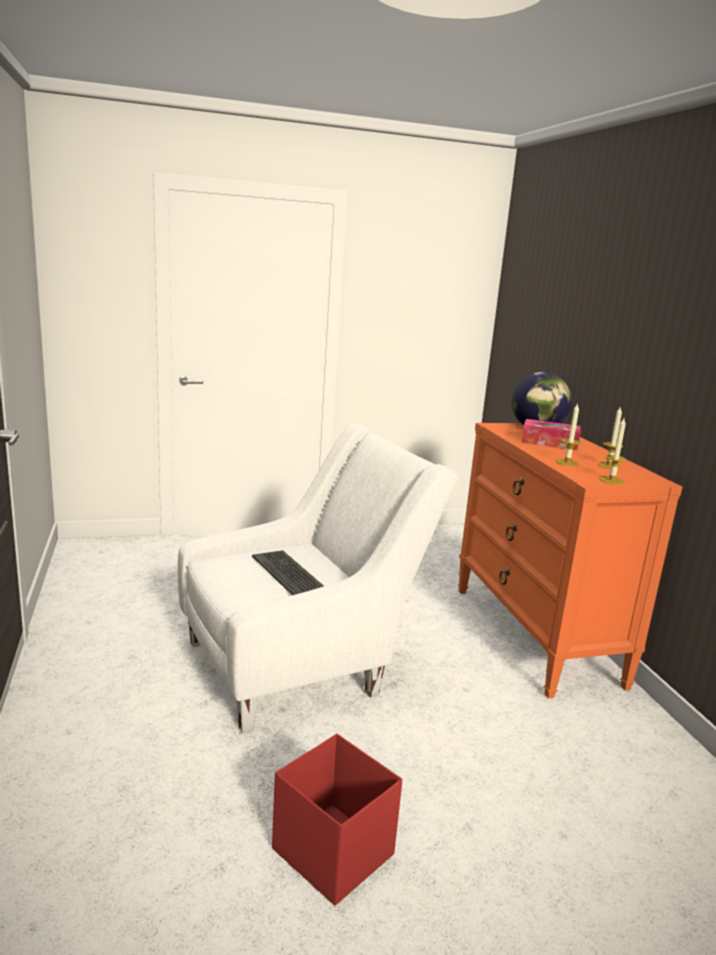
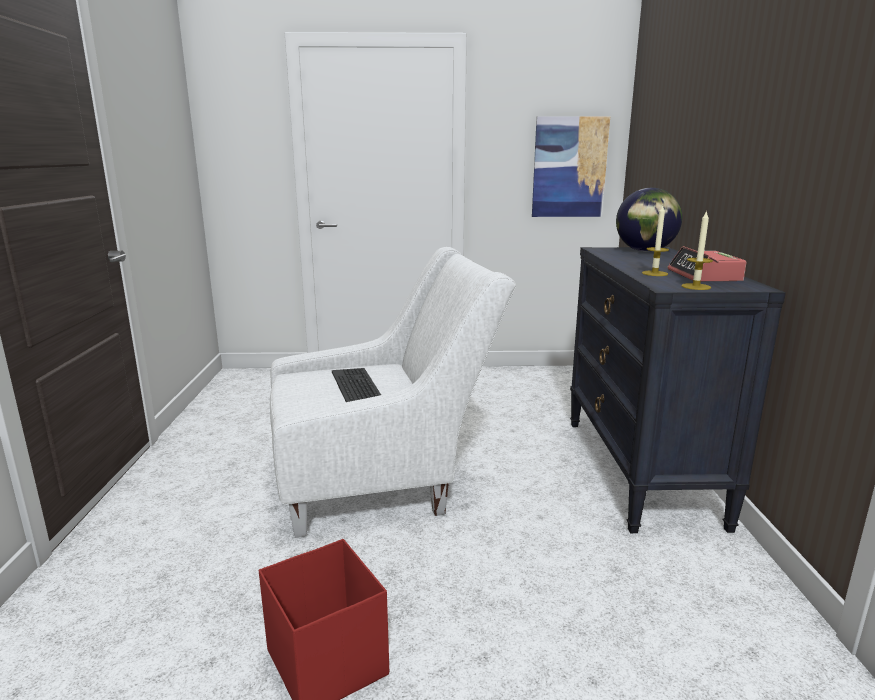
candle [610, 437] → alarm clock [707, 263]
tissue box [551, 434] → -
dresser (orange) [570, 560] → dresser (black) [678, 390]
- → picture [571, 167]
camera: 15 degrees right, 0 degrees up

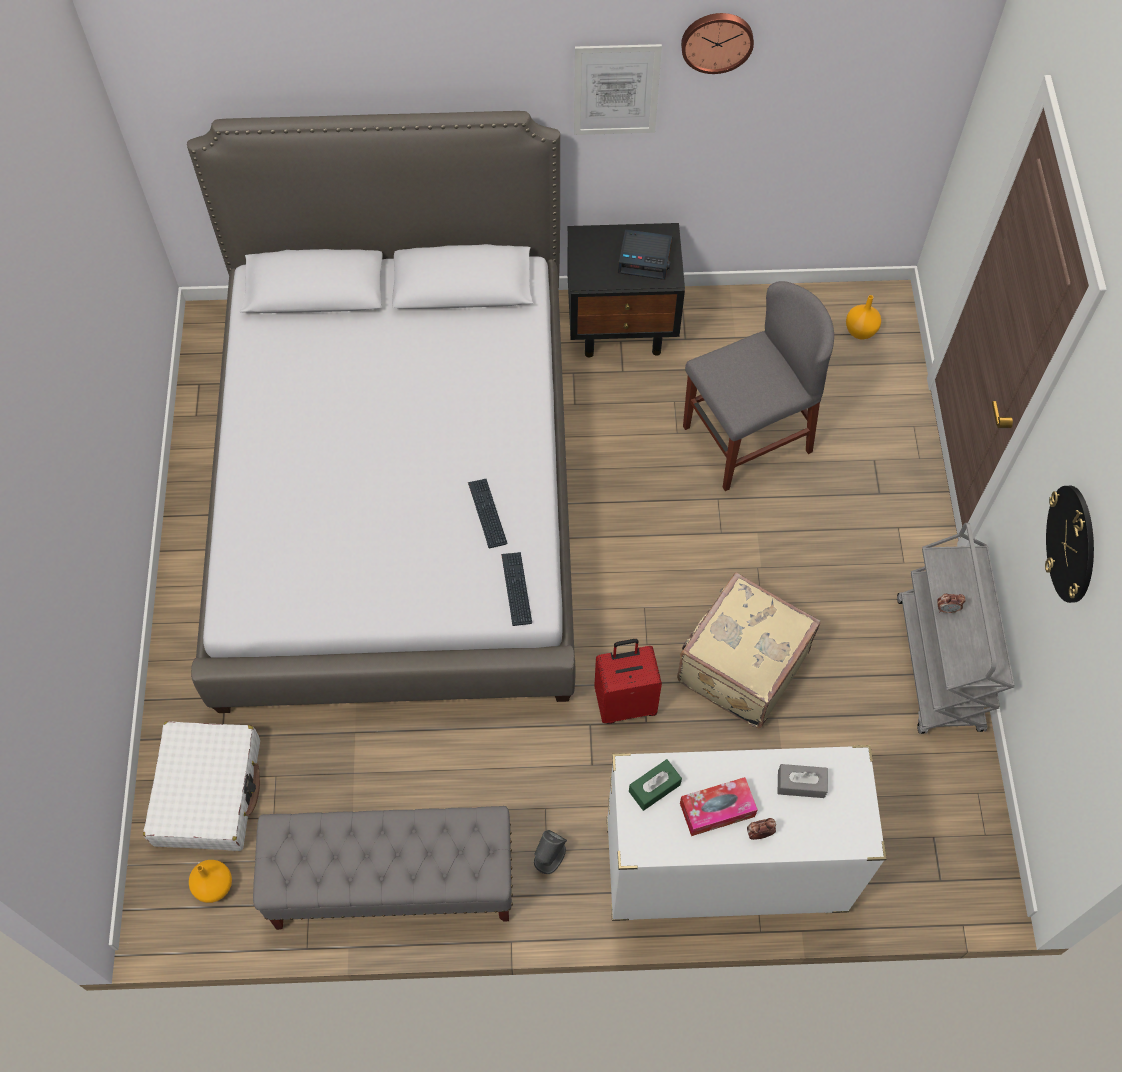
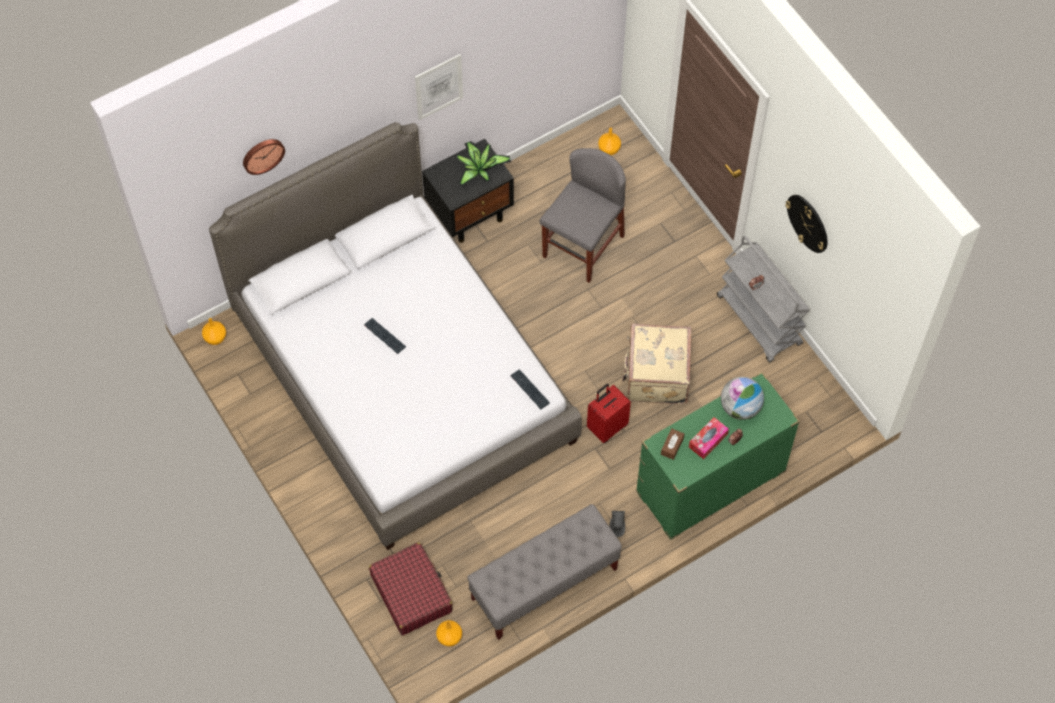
wall clock [717, 43] → wall clock [264, 157], shifted
alarm clock [645, 254] → potted plant [483, 164]
keyboard [487, 513] → keyboard [385, 336], shifted
suitcase (white) [201, 786] → suitcase (red) [411, 589]
dresser (white) [747, 833] → dresser (green) [718, 456]
tissue box (green) [655, 785] → tissue box (brown) [672, 444]
tissue box (grey) [803, 781] → globe [742, 398]
- → vase (orange) [214, 331]
camera: 30 degrees left, 0 degrees up

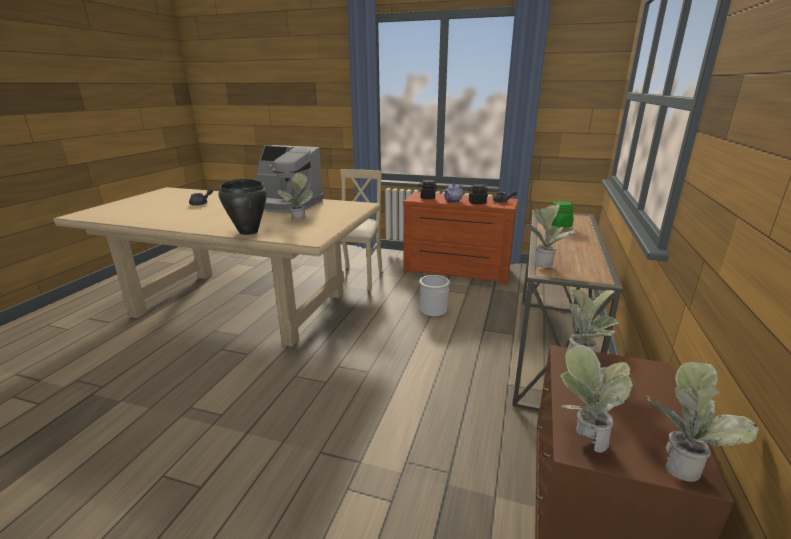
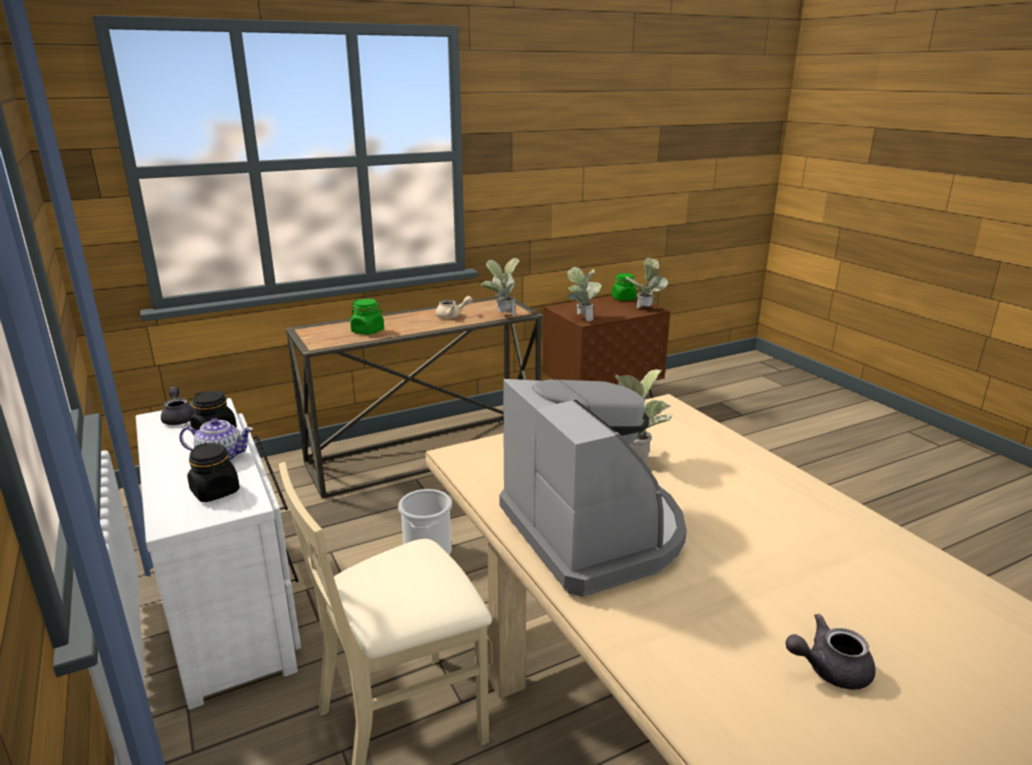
cooking pot (black) [242, 207] → -
dresser (brown) [460, 238] → dresser (white) [218, 554]
potted plant [702, 422] → jar (green) [624, 287]
- → teapot (beige) [454, 307]
camera: 135 degrees left, 0 degrees up

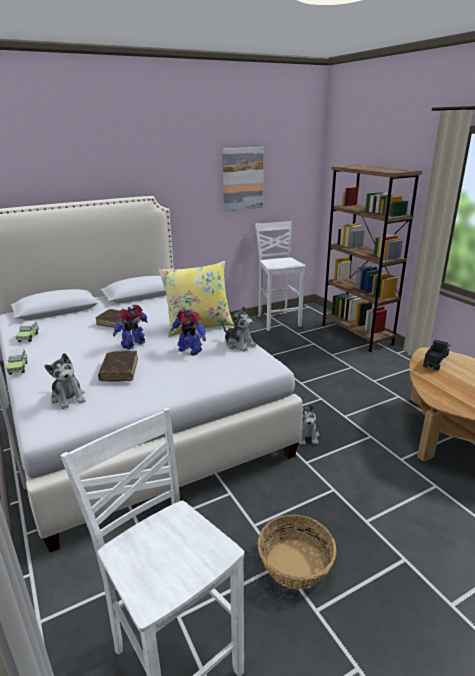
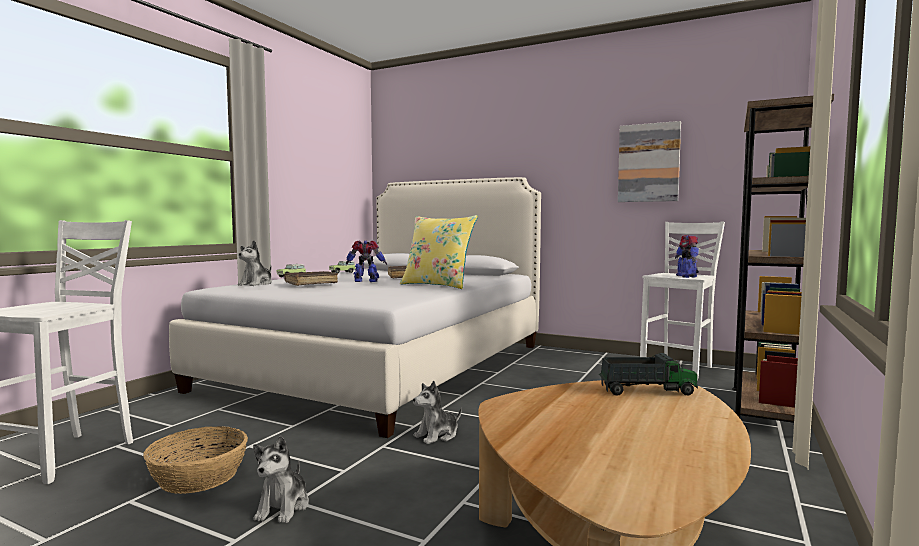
plush toy [239, 329] → plush toy [281, 479], shifted
toy robot [188, 332] → toy robot [687, 256], shifted
camera: 55 degrees right, 20 degrees down

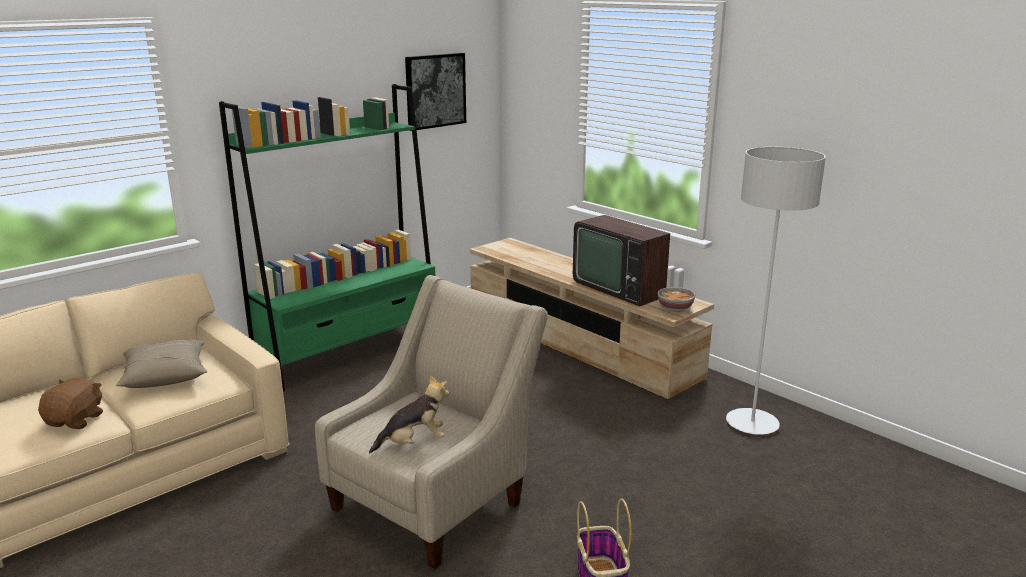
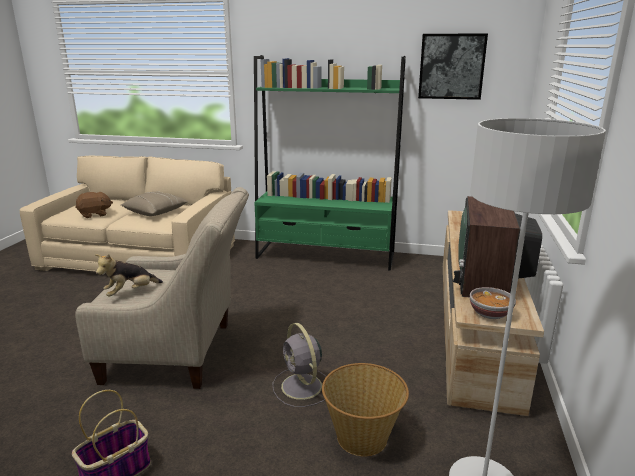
plush toy [409, 414] → plush toy [129, 275], 105 degrees clockwise
- → fan (grey) [299, 365]
- → basket [365, 409]
camera: 55 degrees right, 0 degrees up

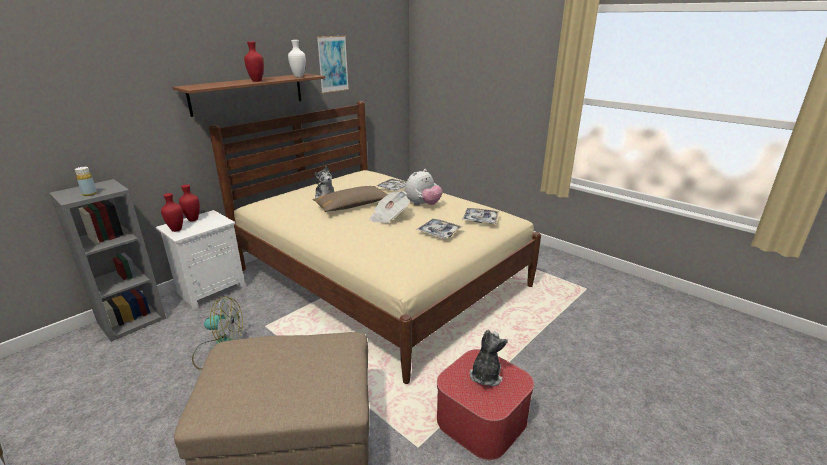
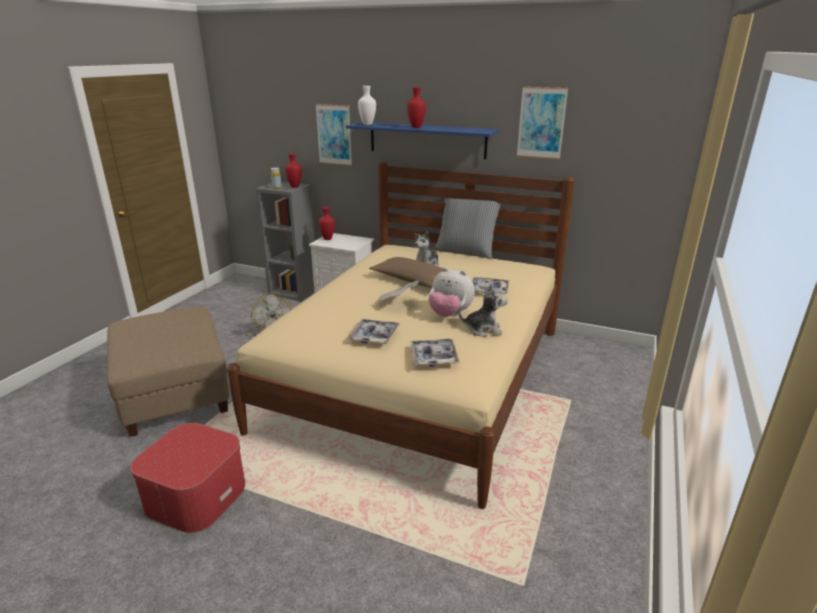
vase (white) [297, 58] → vase (white) [367, 105], shifted
shelf (brown) [248, 95] → shelf (blue) [422, 140]
vase (red) [189, 203] → vase (red) [293, 170], shifted
plush toy [489, 358] → plush toy [483, 311], shifted
- → picture [333, 135]
- → pillow [468, 228]
camera: 70 degrees right, 0 degrees up

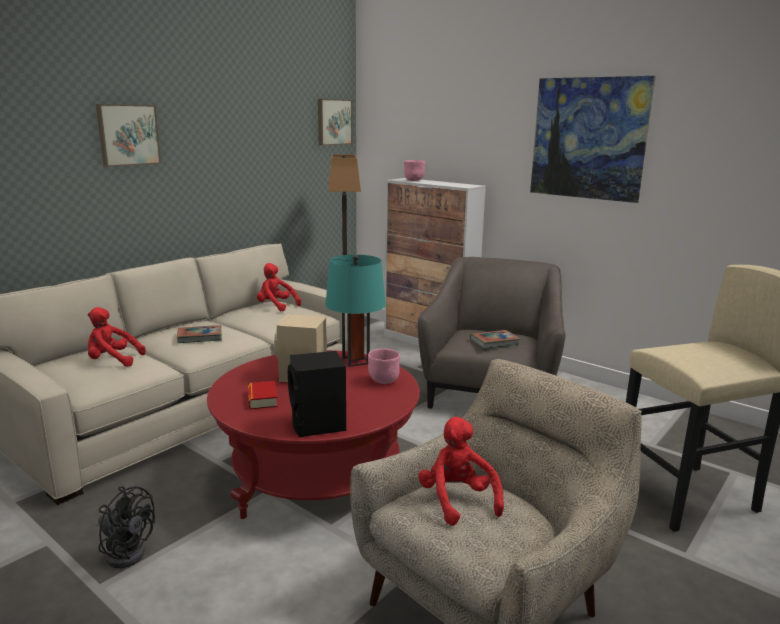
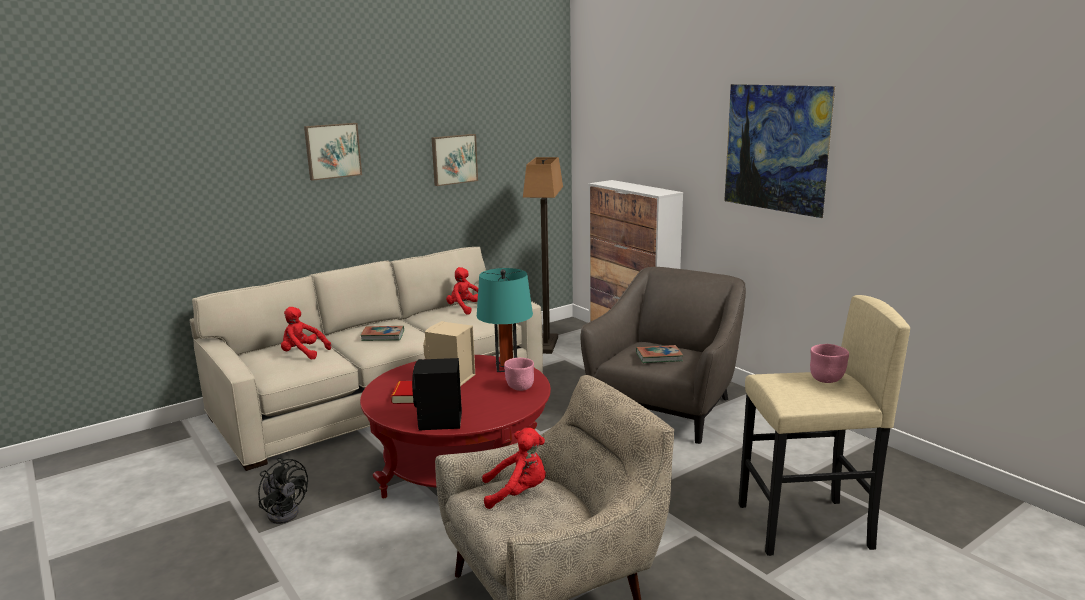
picture [335, 122] → picture [454, 160], shifted
bowl (pink) [414, 170] → bowl (pink) [829, 363], shifted
plush toy (red) [461, 471] → plush toy (red) [514, 468], 90 degrees clockwise
camera: 15 degrees right, 0 degrees up

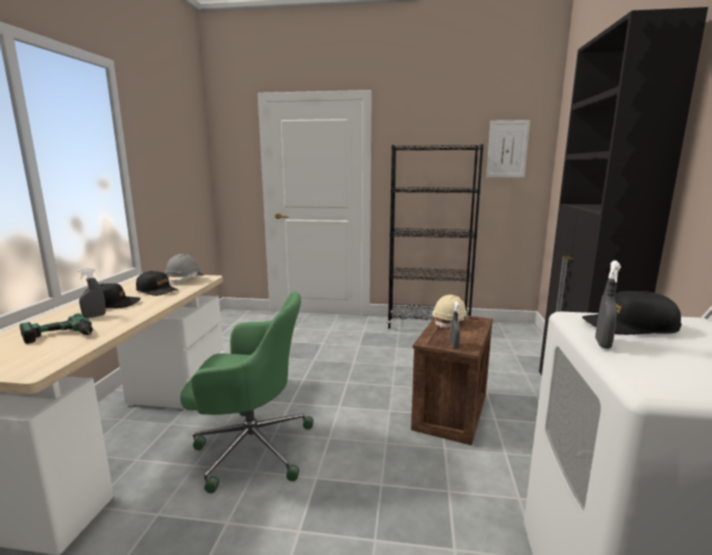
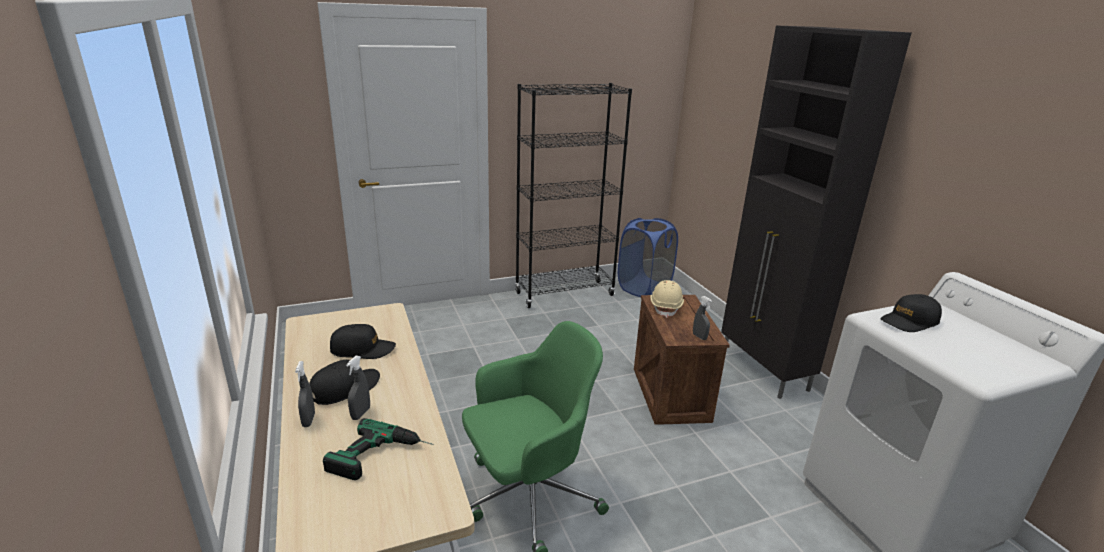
picture [508, 148] → -
hard hat (grey) [184, 270] → -
spray bottle (grey) [608, 304] → spray bottle (grey) [305, 394], shifted
- → laundry basket (blue) [648, 257]
camera: 30 degrees left, 10 degrees up

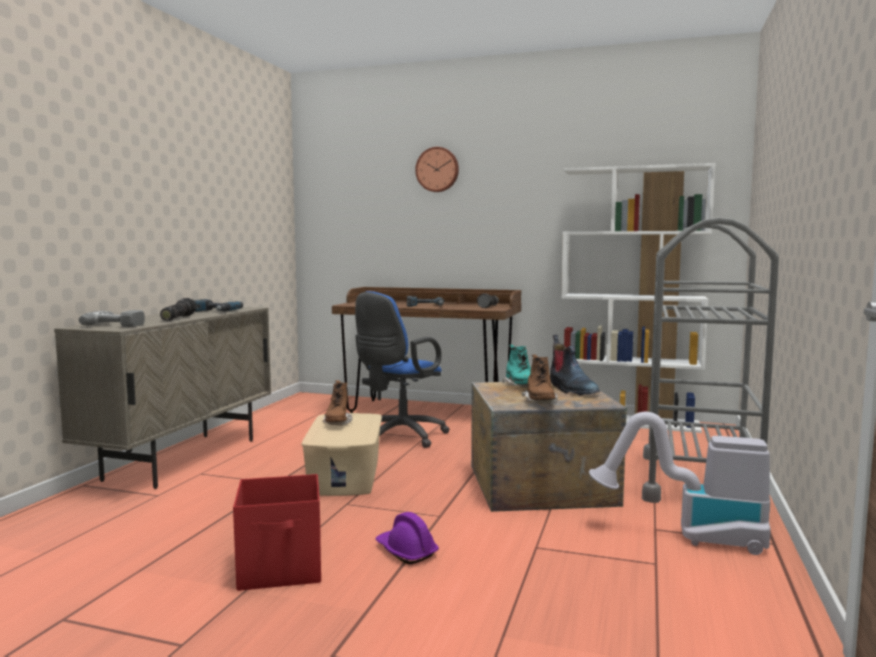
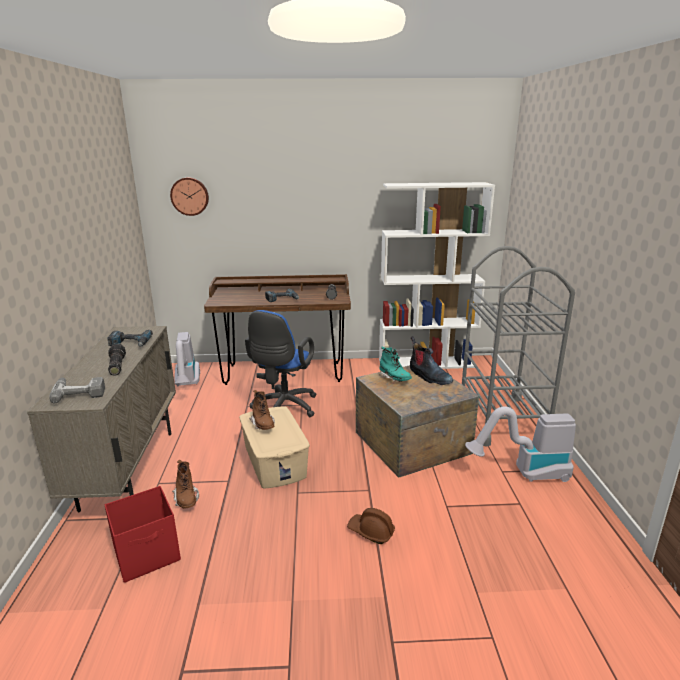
wall clock [437, 169] → wall clock [189, 196], shifted
boot (brown) [540, 379] → boot (brown) [185, 484], shifted
storage box (red) [277, 532] → storage box (red) [143, 534], shifted
hard hat (purple) [407, 538] → hard hat (brown) [371, 526]
- → vacuum cleaner [187, 359]
camera: 20 degrees left, 15 degrees up

